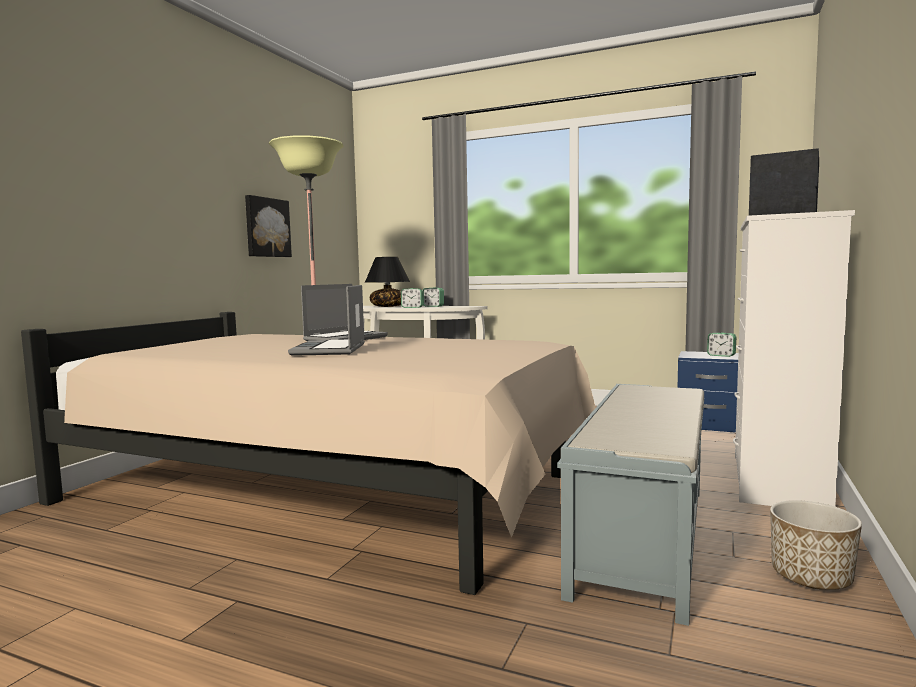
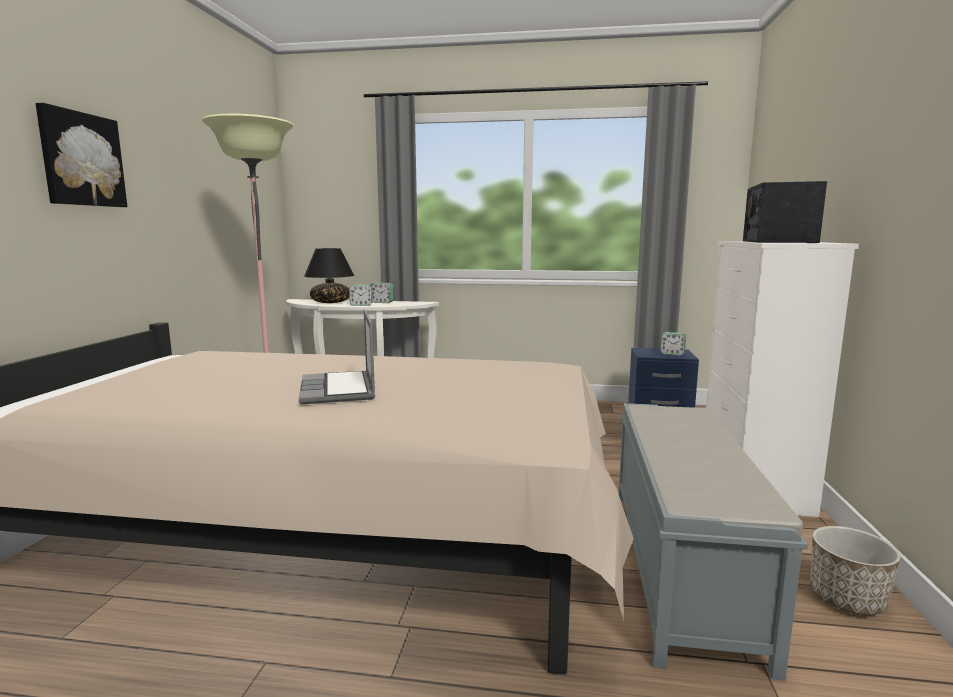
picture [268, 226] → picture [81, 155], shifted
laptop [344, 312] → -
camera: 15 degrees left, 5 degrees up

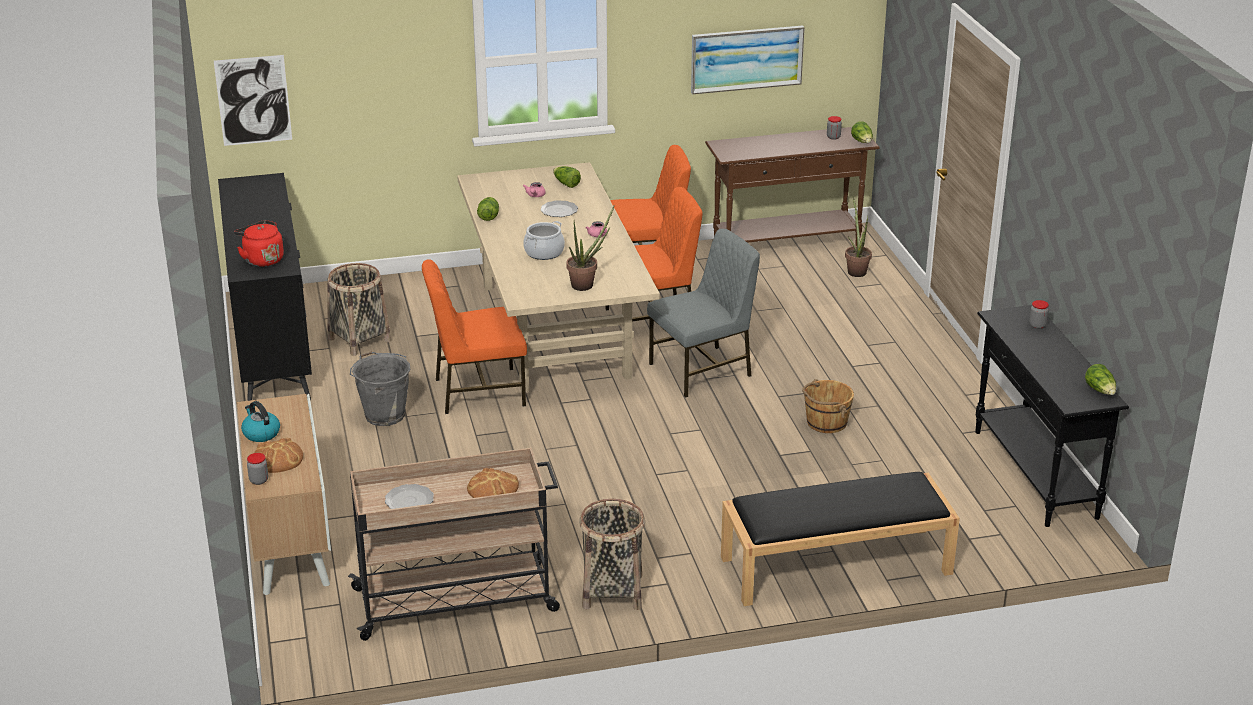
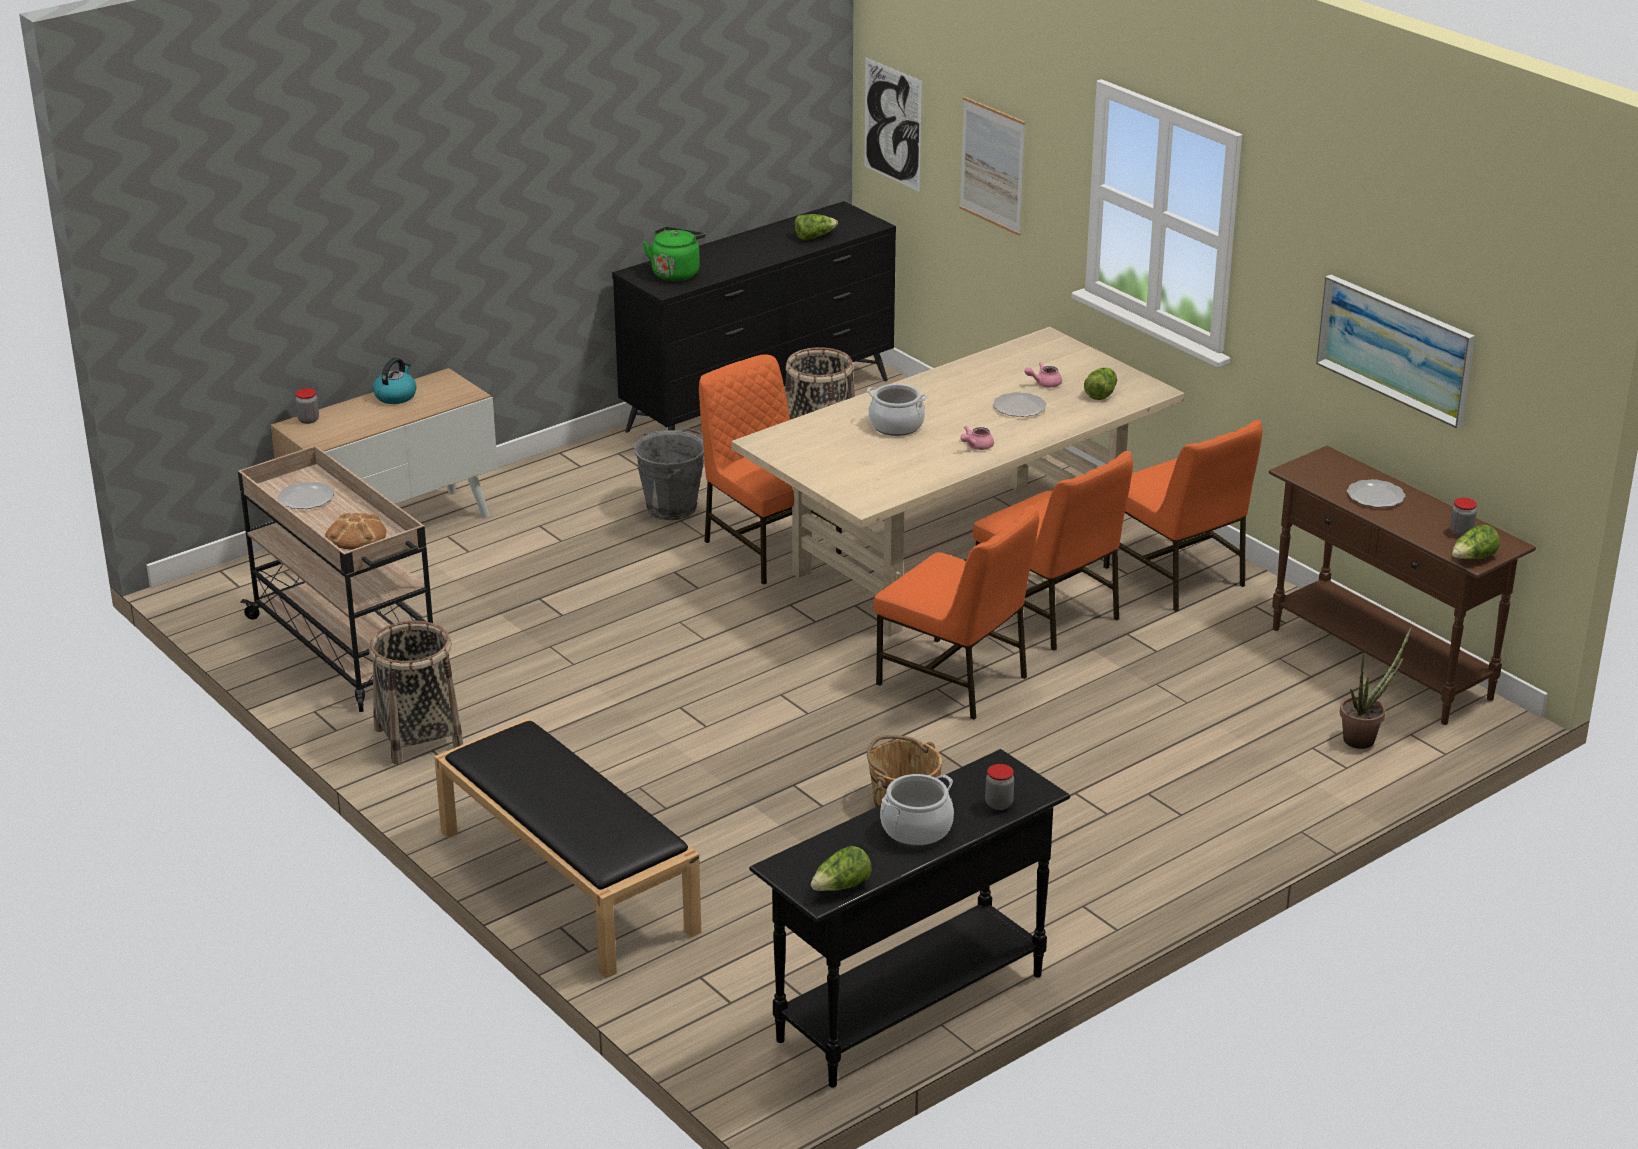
lettuce [488, 209] → lettuce [816, 227], shifted
potted plant [590, 248] → -
kettle (red) [259, 243] → kettle (green) [674, 254]
chair (grey) [703, 313] → chair (orange) [956, 612]
bread [278, 455] → -
- → picture [992, 166]
- → plate [1376, 493]
- → cooking pot [917, 810]
camera: 65 degrees right, 0 degrees up

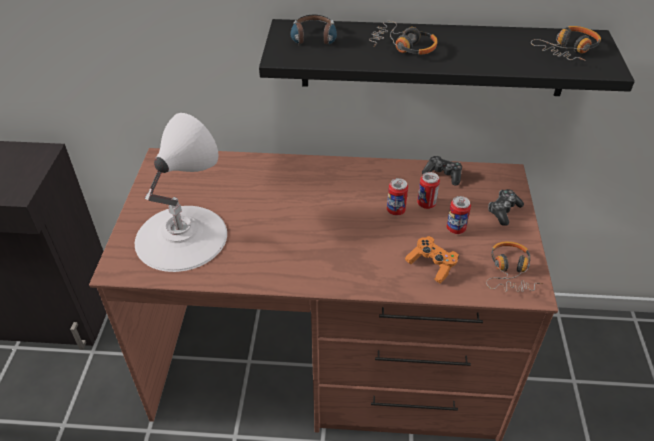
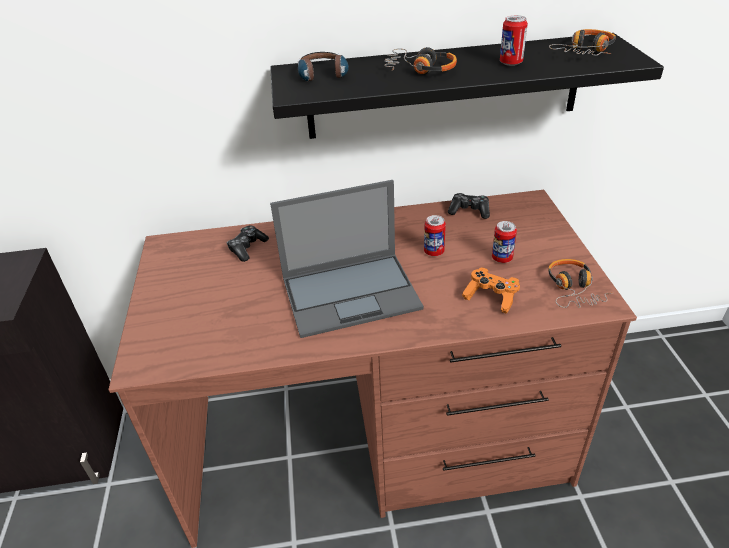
table lamp (white) [181, 192] → -
can [428, 190] → can [514, 40], shifted
game controller [506, 207] → game controller [248, 244], shifted
- → laptop [347, 259]
camera: 10 degrees left, 5 degrees down

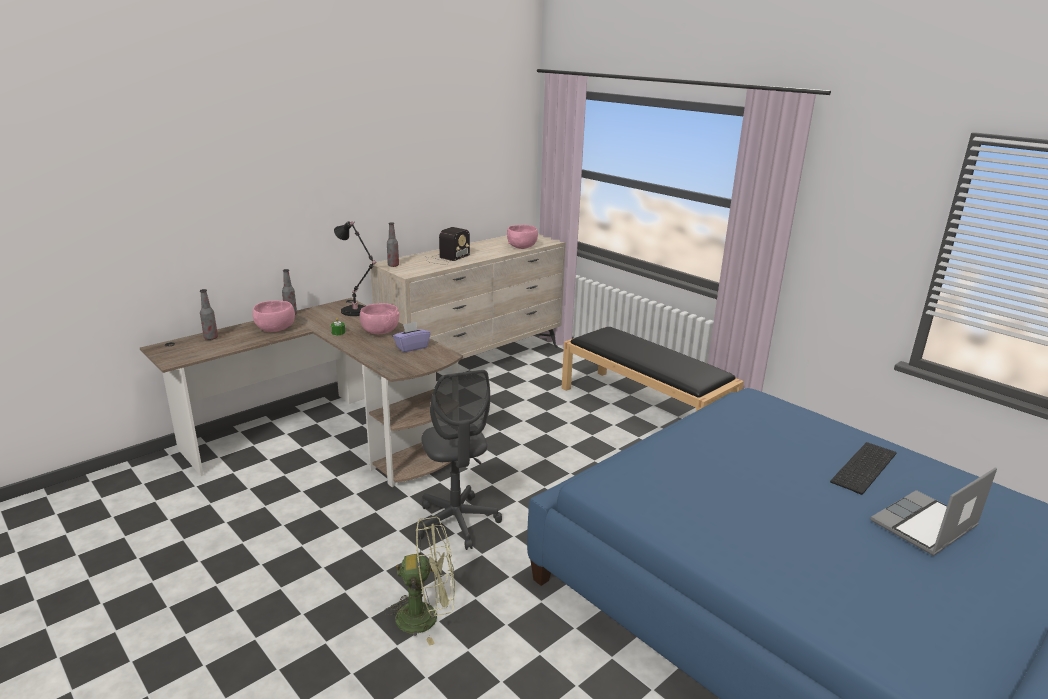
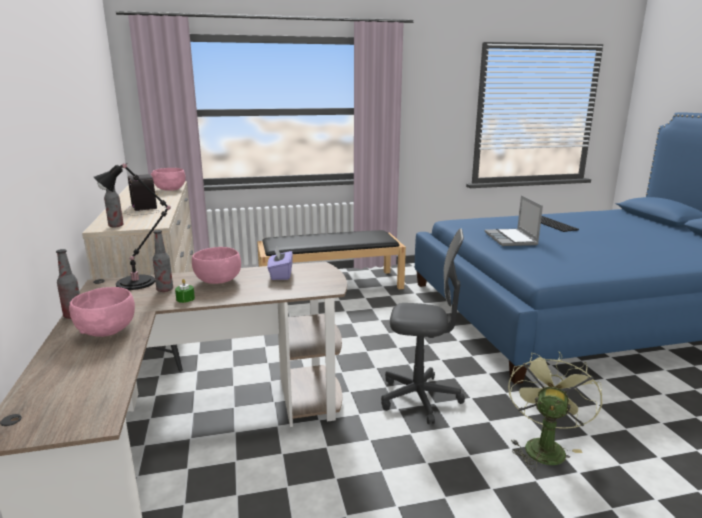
bottle [209, 314] → bottle [163, 261], shifted
laptop [933, 511] → laptop [514, 220], shifted
camera: 60 degrees left, 5 degrees down

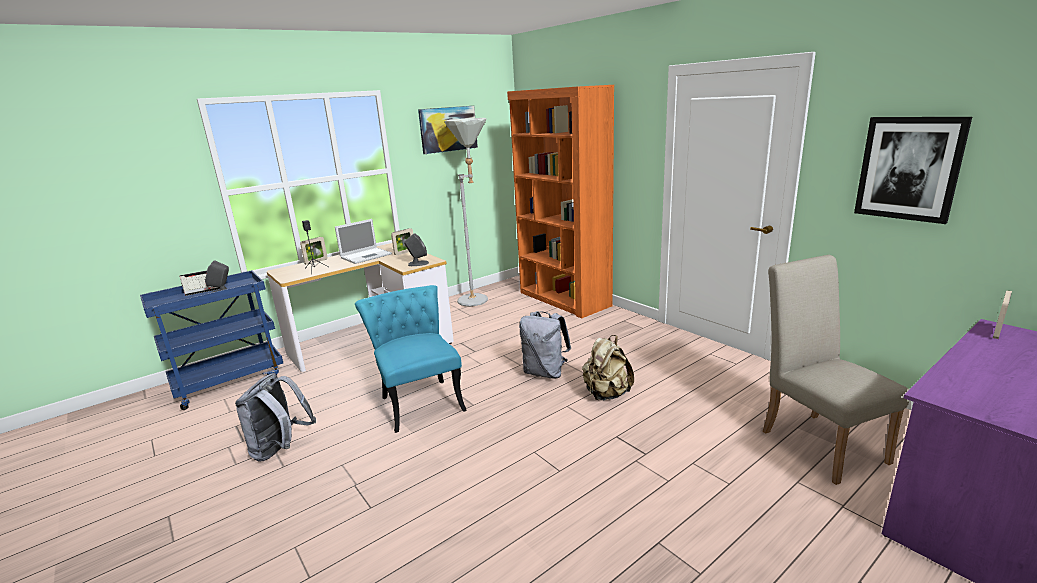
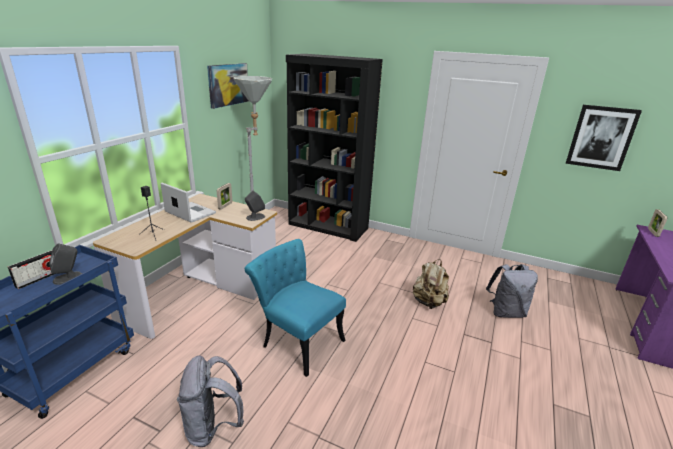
bookcase (orange) [560, 201] → bookcase (black) [334, 148]
laptop [363, 241] → laptop [188, 203], 75 degrees counterclockwise
picture frame [313, 251] → -
chair (beige) [836, 370] → -
backpack (grey) [545, 345] → backpack (grey) [512, 291], shifted
camera: 30 degrees left, 5 degrees up

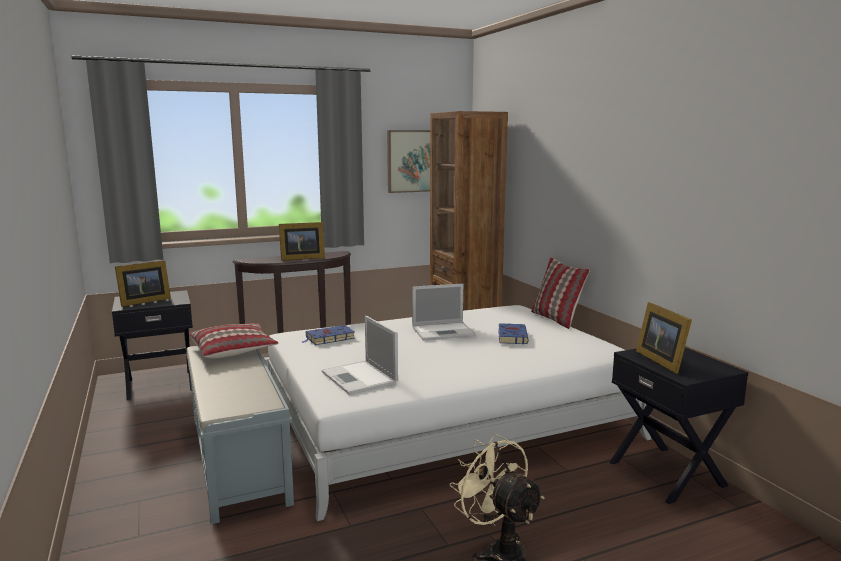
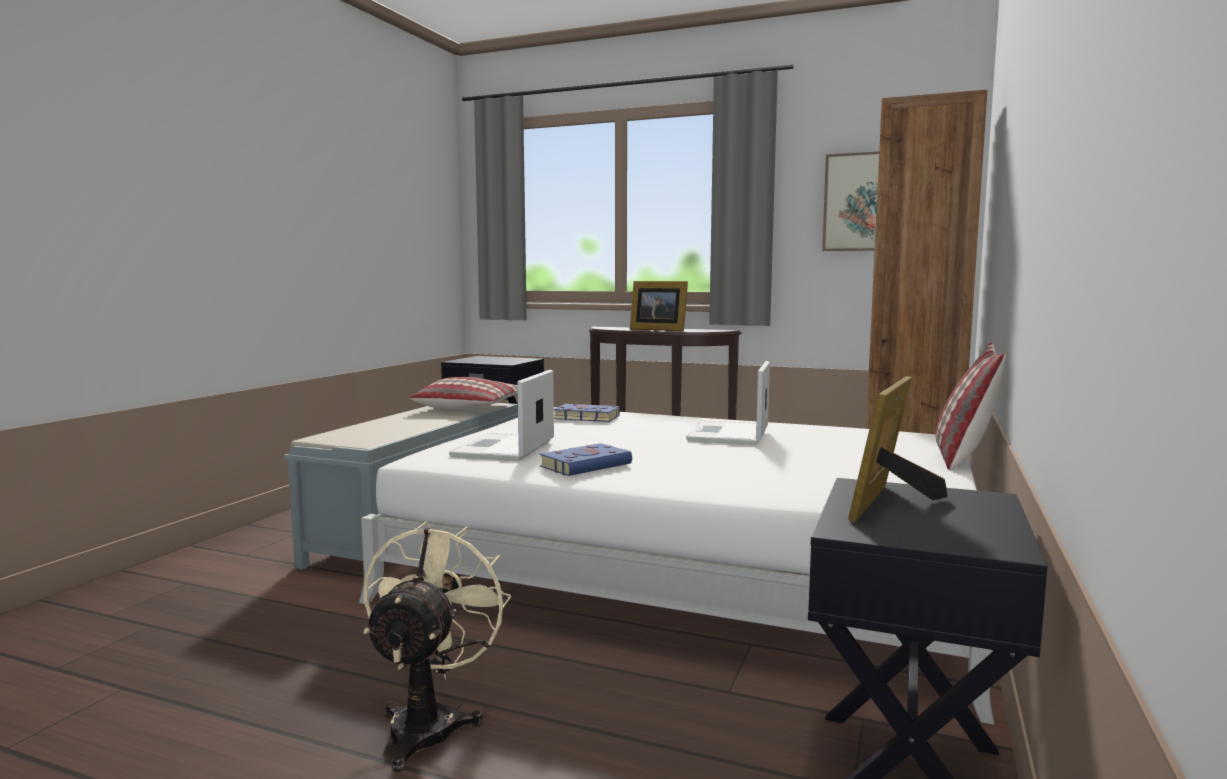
picture frame [143, 283] → -
laptop [444, 312] → laptop [728, 403], 75 degrees clockwise
book (blue) [513, 333] → book (blue) [586, 459], shifted
camera: 45 degrees right, 5 degrees down

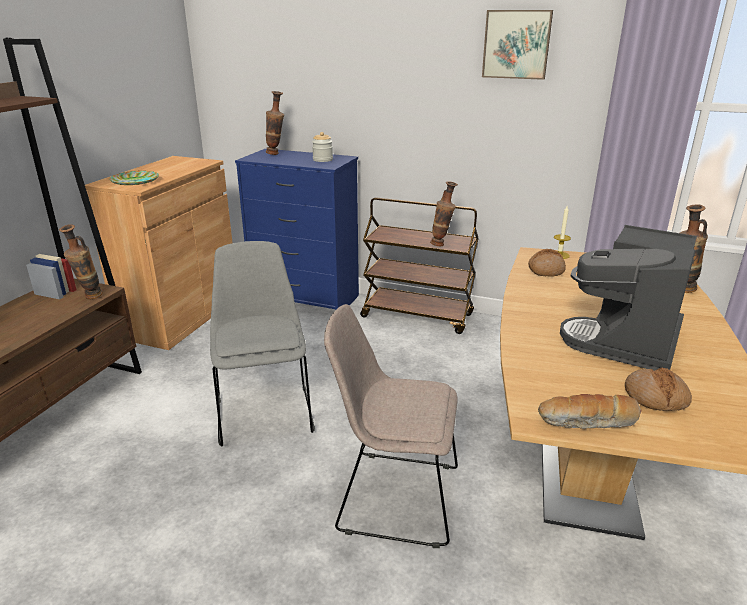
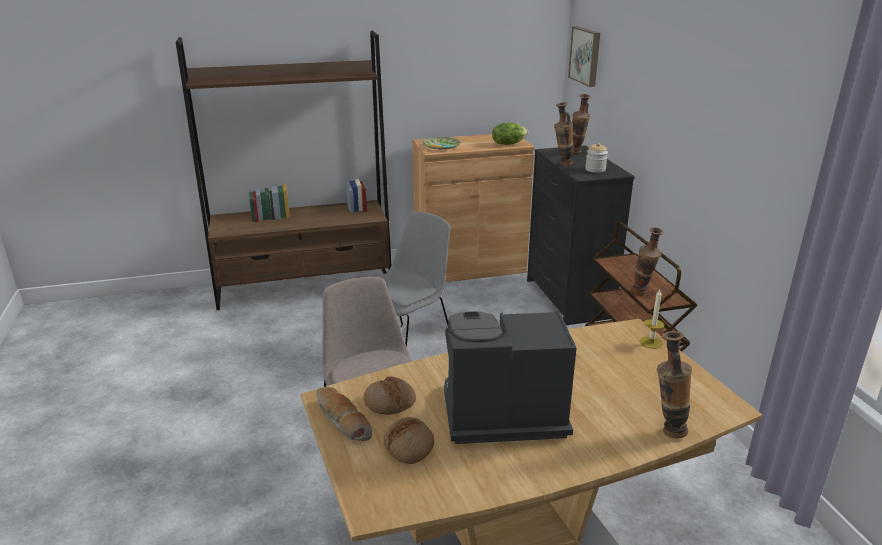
picture [517, 45] → picture [584, 56], shifted
dresser (blue) [297, 229] → dresser (black) [581, 235]
vase [81, 261] → vase [563, 134], shifted
bread [547, 263] → bread [390, 396], shifted
- → lettuce [510, 134]
camera: 55 degrees right, 0 degrees up

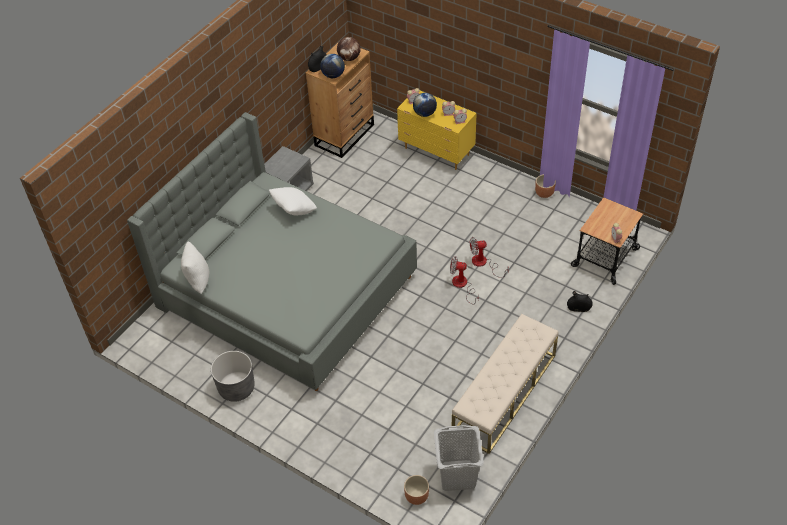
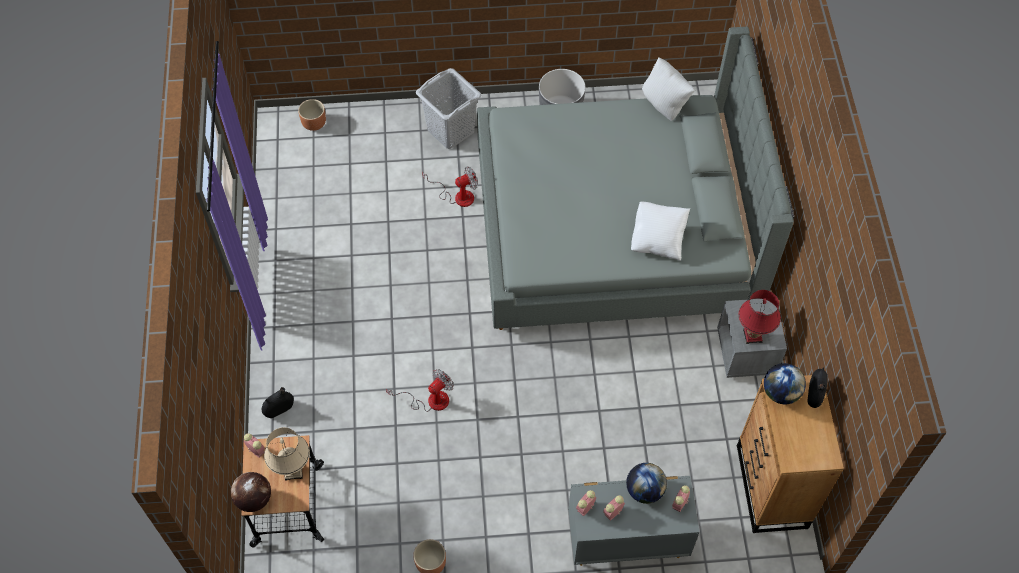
globe [349, 49] → globe [251, 492], shifted
dresser (yellow) [437, 130] → dresser (grey) [633, 521]
fan [464, 280] → fan [450, 187], shifted
bench (beige) [505, 384] → -
laundry basket (grey) [459, 458] → laundry basket (grey) [448, 108], shifted
- → table lamp (red) [760, 317]
- → table lamp (beige) [287, 454]
camera: 140 degrees right, 10 degrees up

